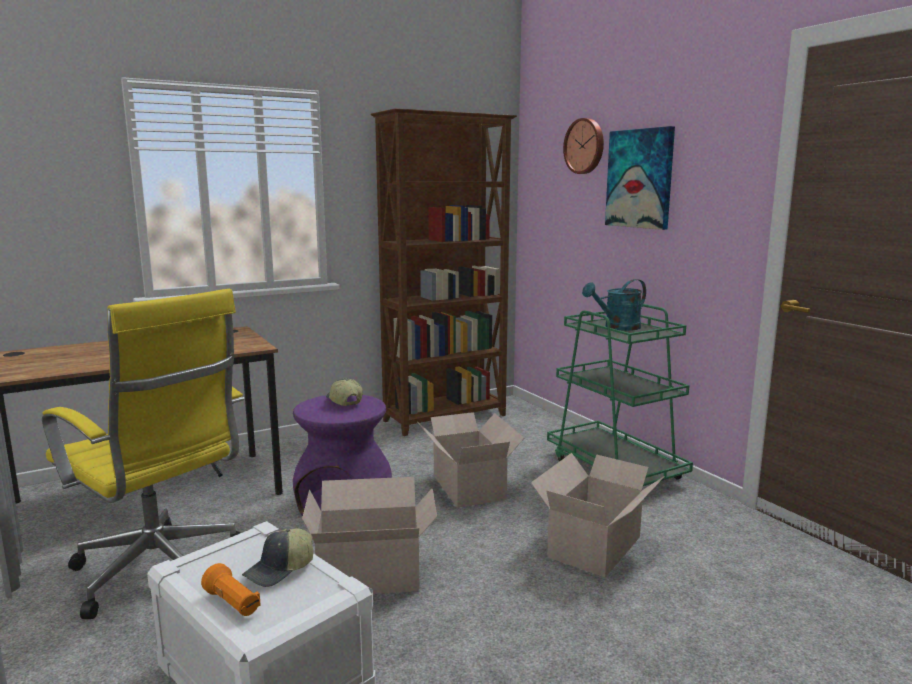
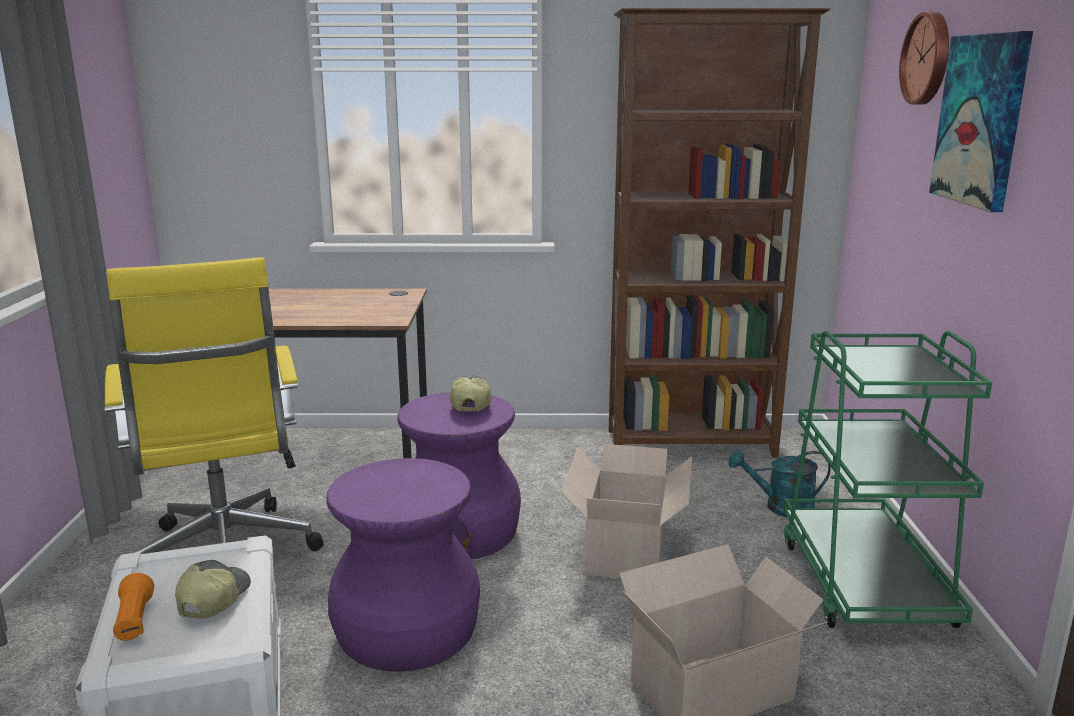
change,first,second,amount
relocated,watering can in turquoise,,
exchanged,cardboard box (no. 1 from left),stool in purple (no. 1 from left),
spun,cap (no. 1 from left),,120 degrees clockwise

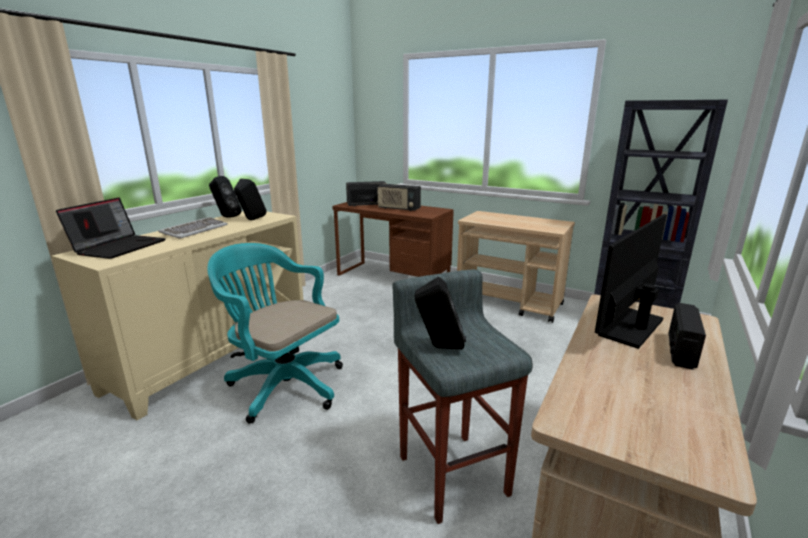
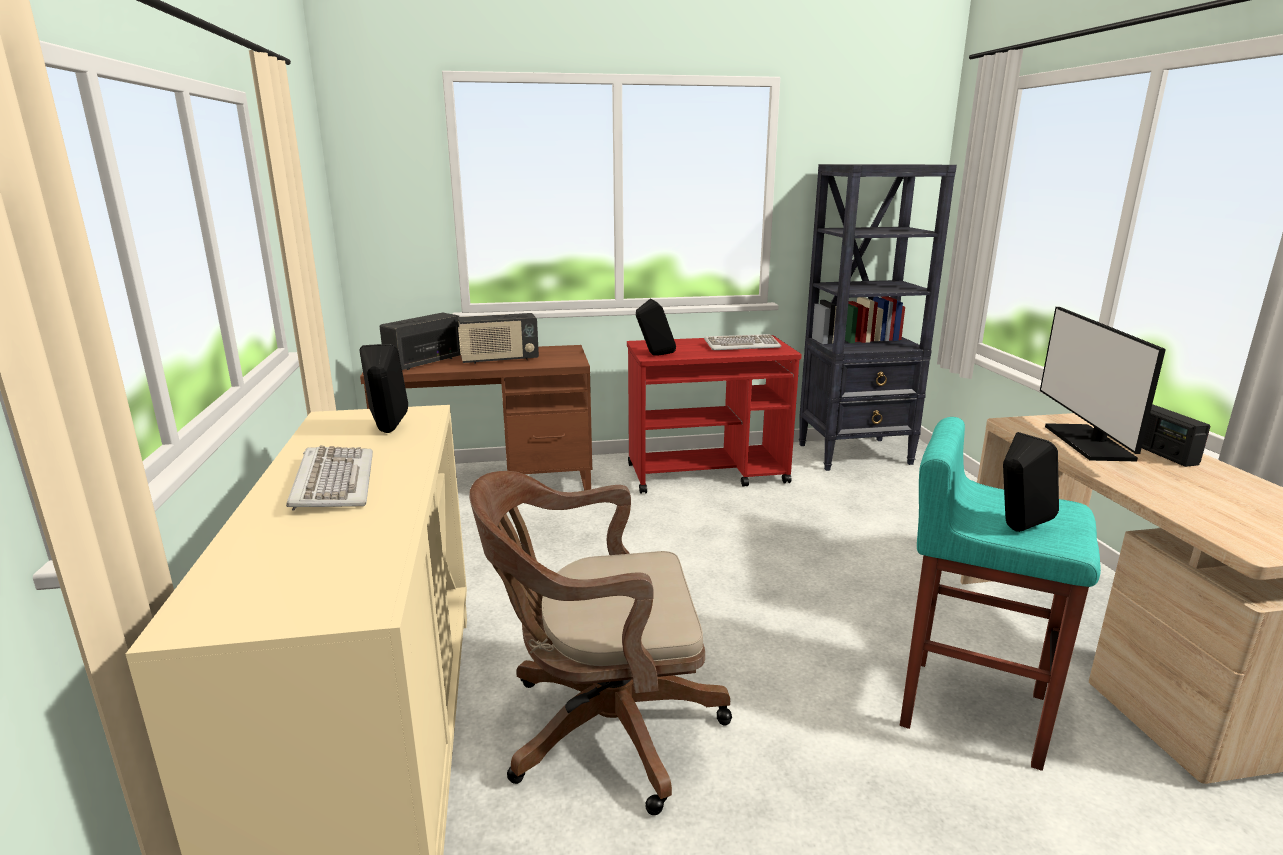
change,first,second,amount
missing,laptop,,
appeared,,keyboard (no. 2 from left),
relocated,speaker in black (no. 1 from left in the first image),speaker in black (no. 2 from left),
colour,office chair in turquoise,office chair in brown,
colour,stool in grey,stool in turquoise,
colour,cart in beige,cart in red,

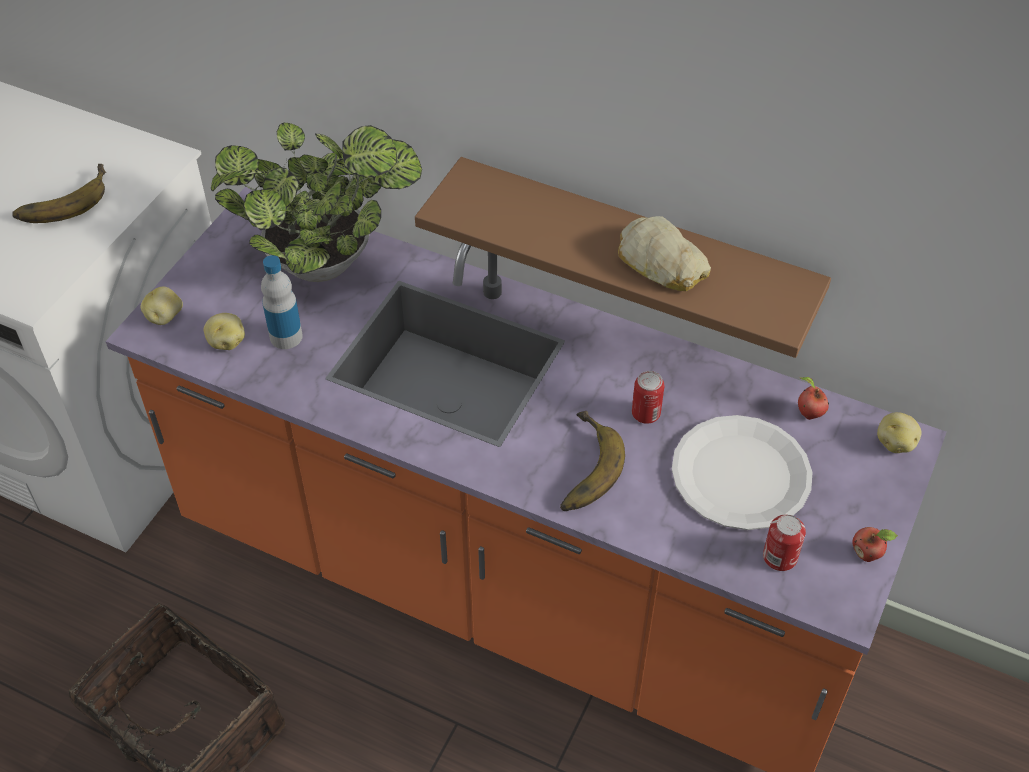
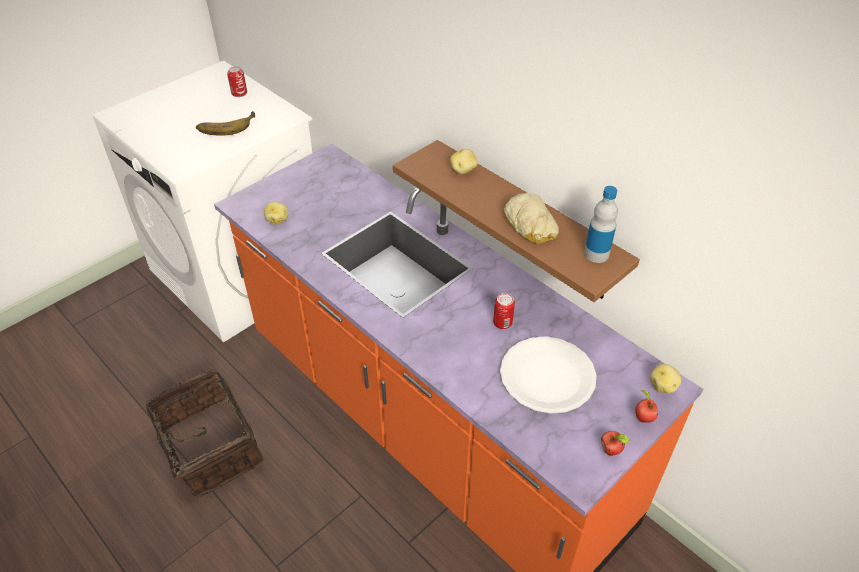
change,first,second,amount
missing,potted plant,,
missing,banana (no. 2 from left),,
relocated,potato (no. 1 from left in the first image),potato (no. 2 from left),
relocated,bottle,,
relocated,can (no. 2 from left in the first image),can (no. 1 from left),
relocated,apple (no. 1 from left in the first image),apple (no. 2 from left),

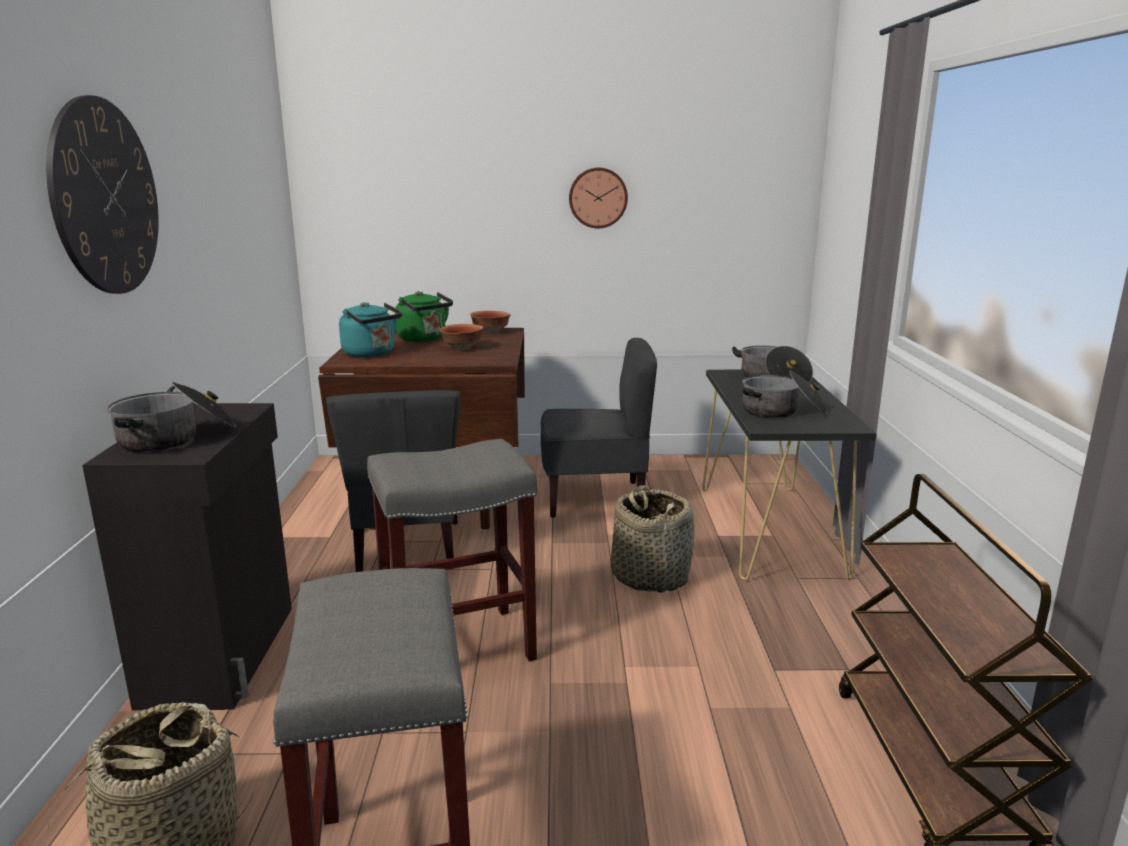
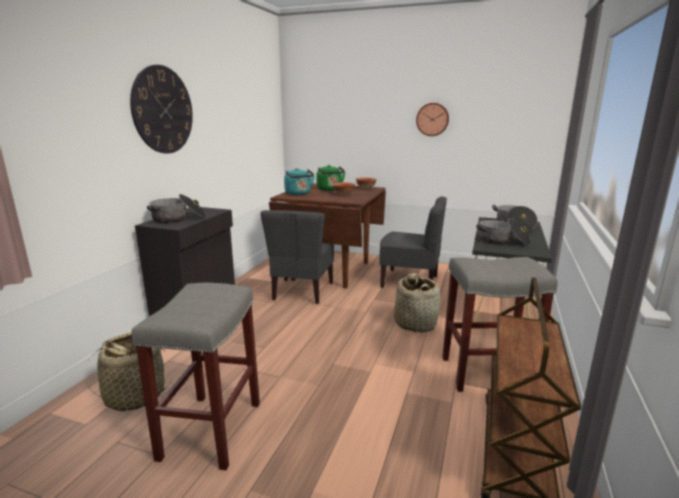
change,first,second,amount
relocated,stool in grey (no. 2 from left),,

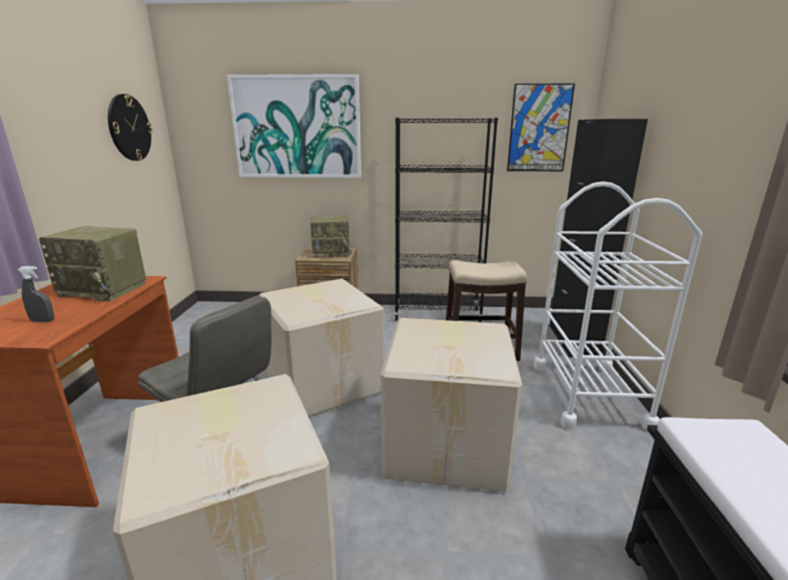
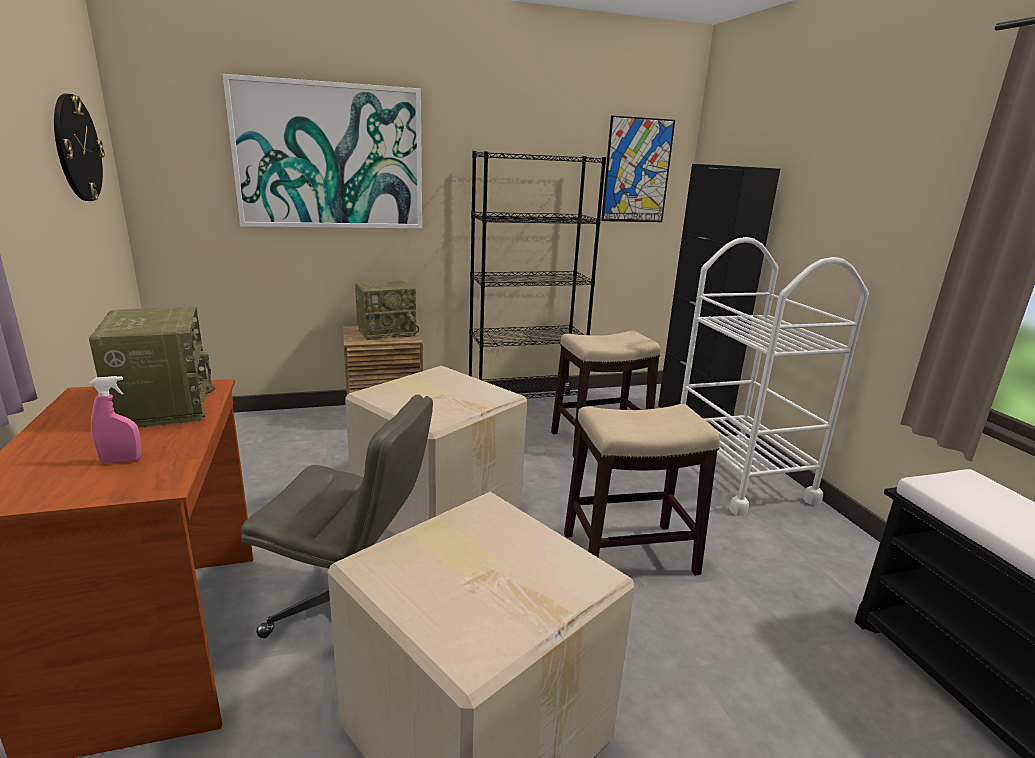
change,first,second,amount
exchanged,cardboard box (no. 3 from left),stool (no. 2 from left),
colour,spray bottle in grey,spray bottle in pink,
spun,radio (no. 1 from left),,105 degrees counterclockwise

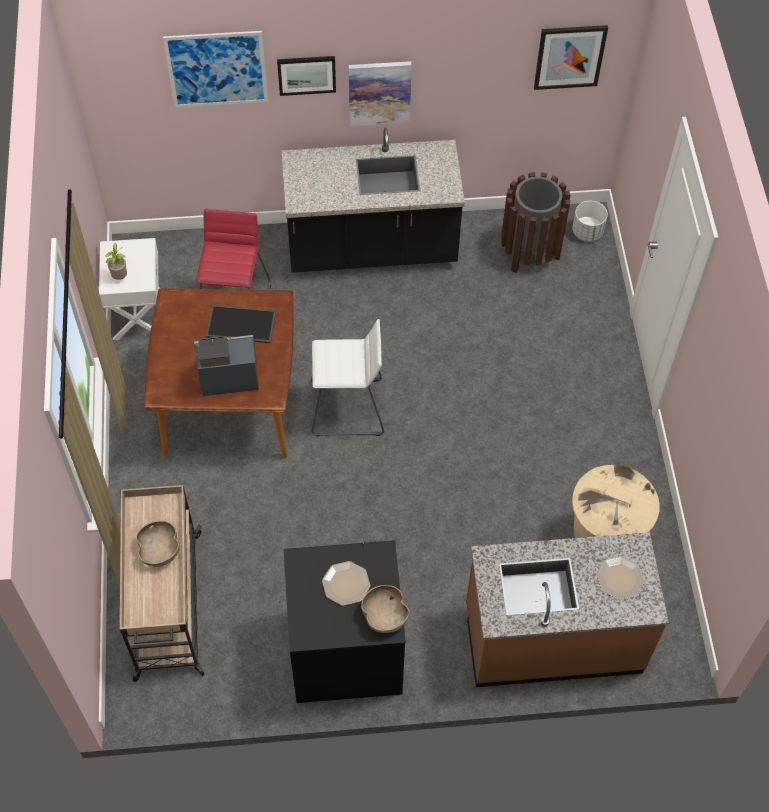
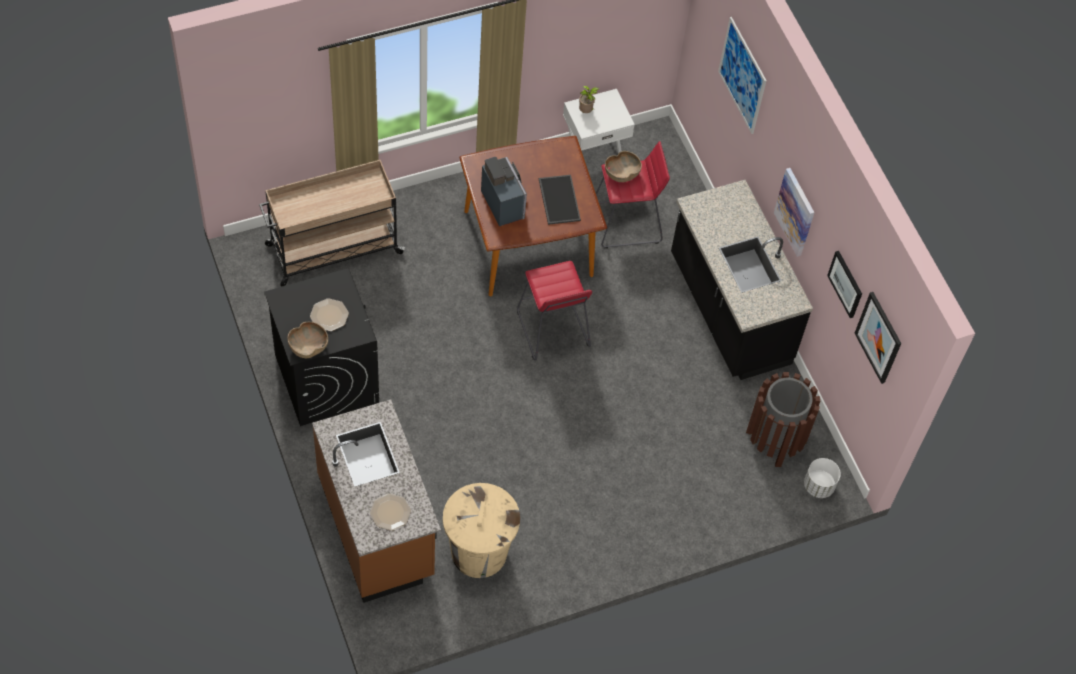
change,first,second,amount
relocated,bowl in brown (no. 1 from left in the first image),bowl in brown (no. 2 from left),
relocated,picture (no. 2 from left in the first image),picture (no. 3 from left),
colour,stool in white,stool in red (no. 1 from left),

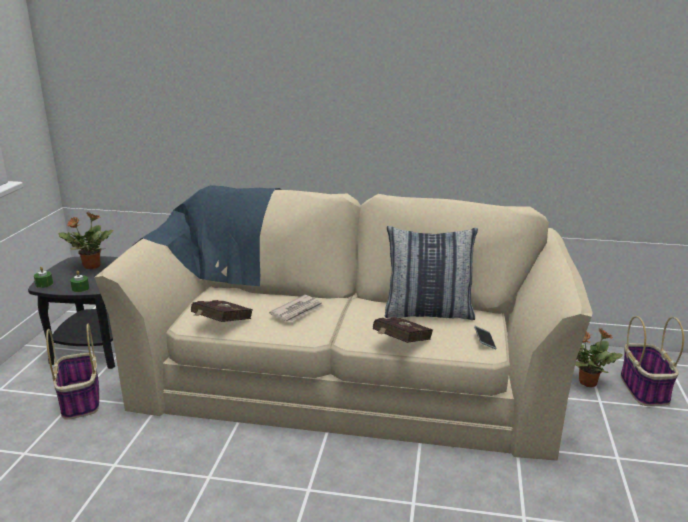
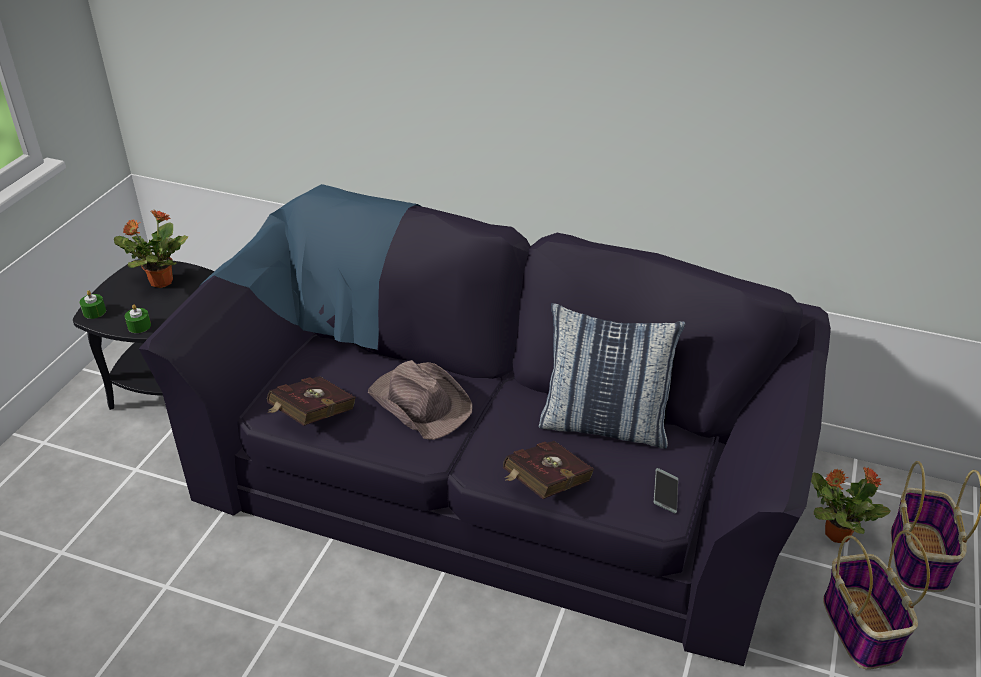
change,first,second,amount
relocated,basket (no. 1 from left),,
exchanged,newspaper,hat in brown,
colour,sofa in beige,sofa in black,

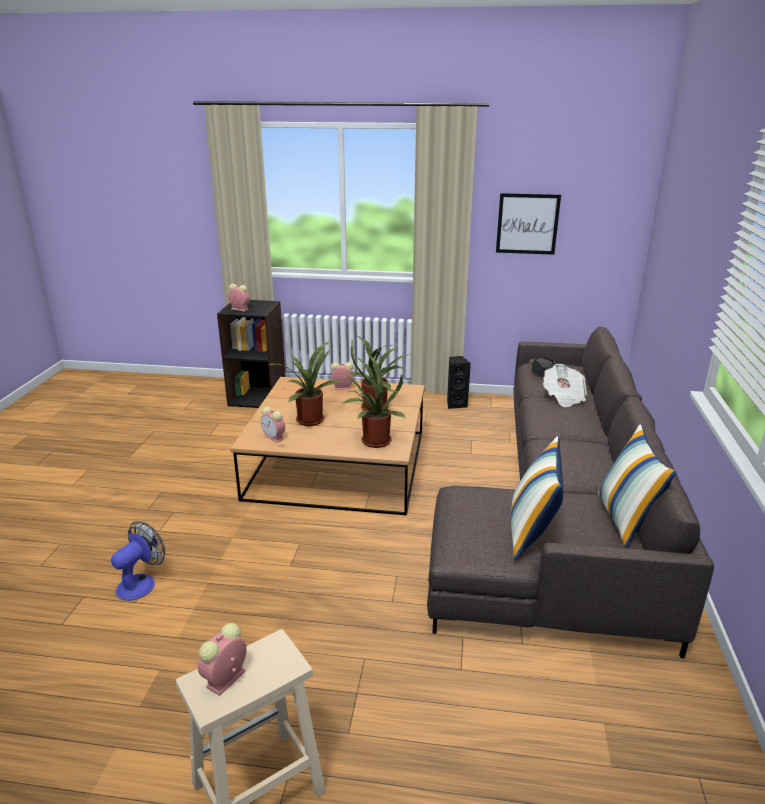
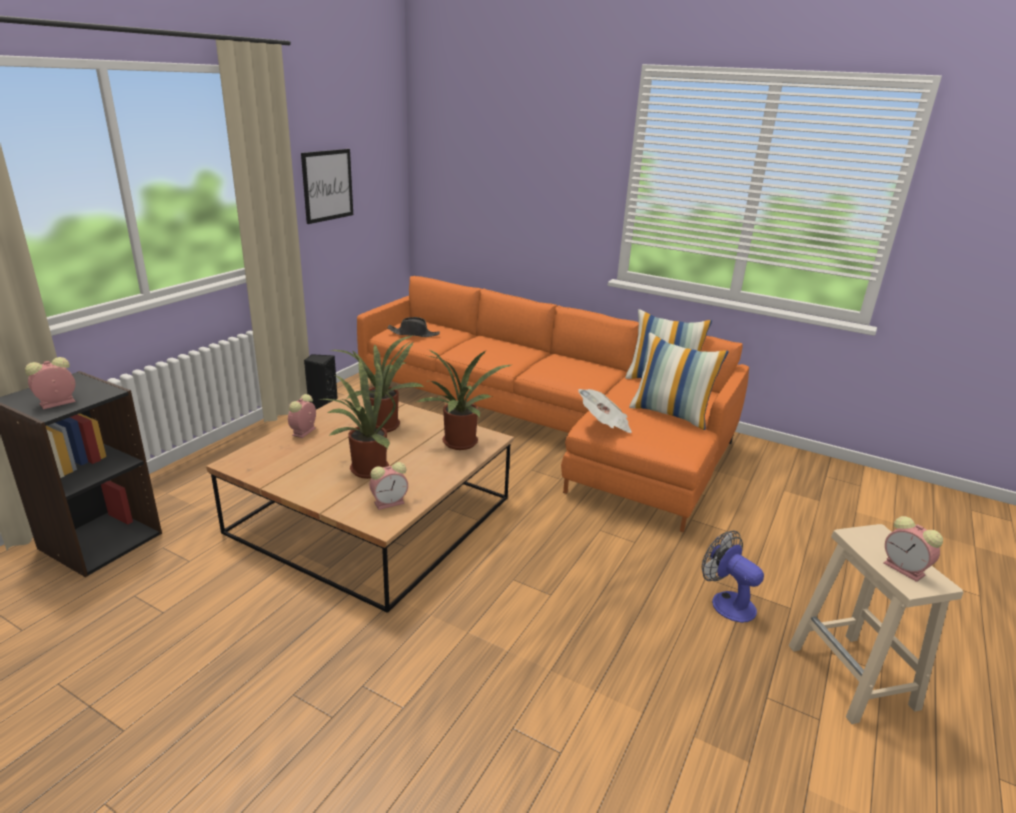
change,first,second,amount
relocated,fan,,
relocated,newspaper,,
colour,sofa in grey,sofa in orange,

